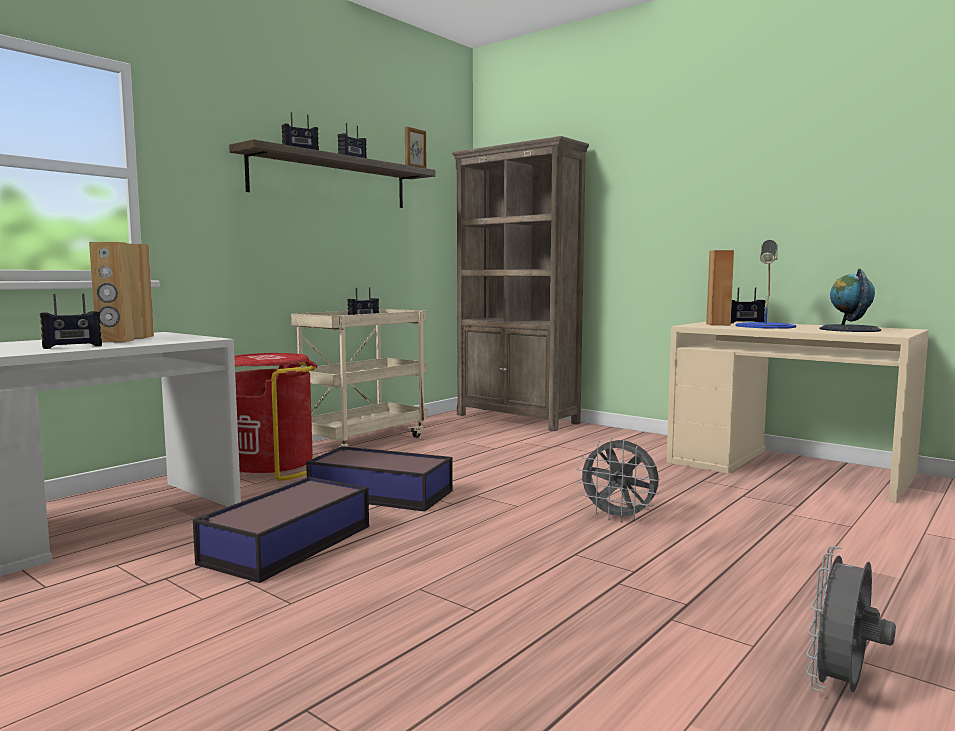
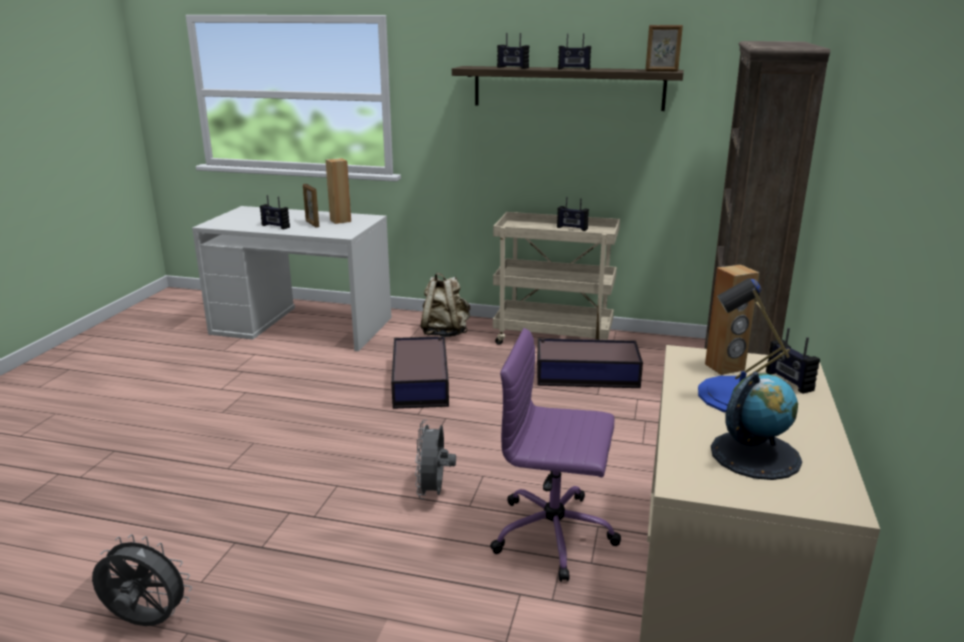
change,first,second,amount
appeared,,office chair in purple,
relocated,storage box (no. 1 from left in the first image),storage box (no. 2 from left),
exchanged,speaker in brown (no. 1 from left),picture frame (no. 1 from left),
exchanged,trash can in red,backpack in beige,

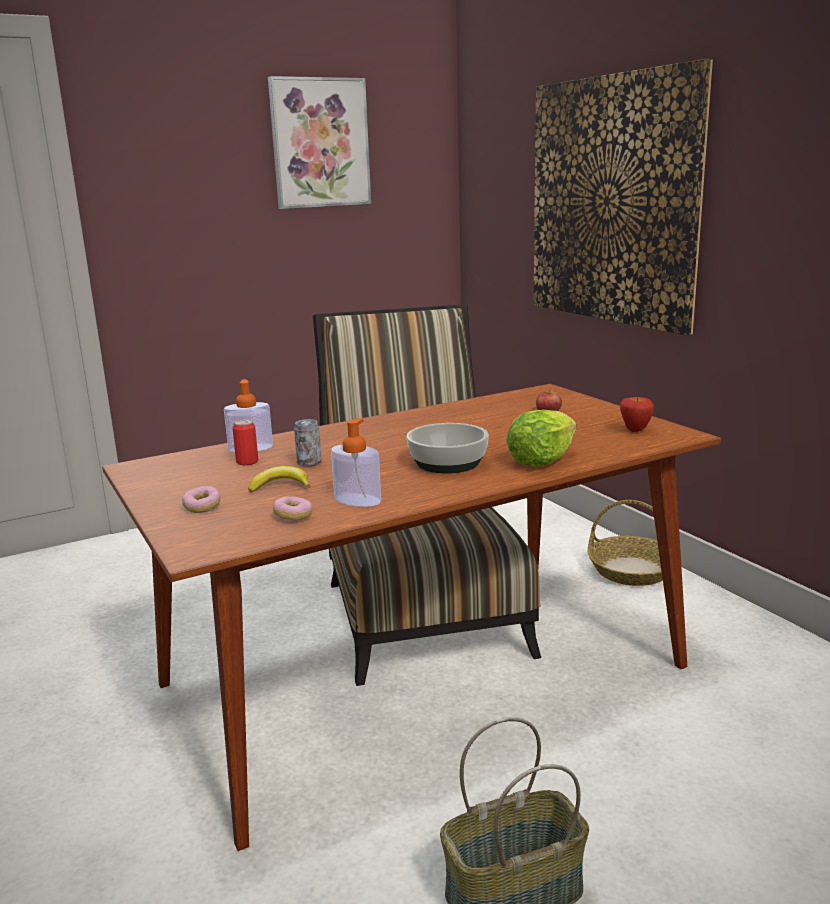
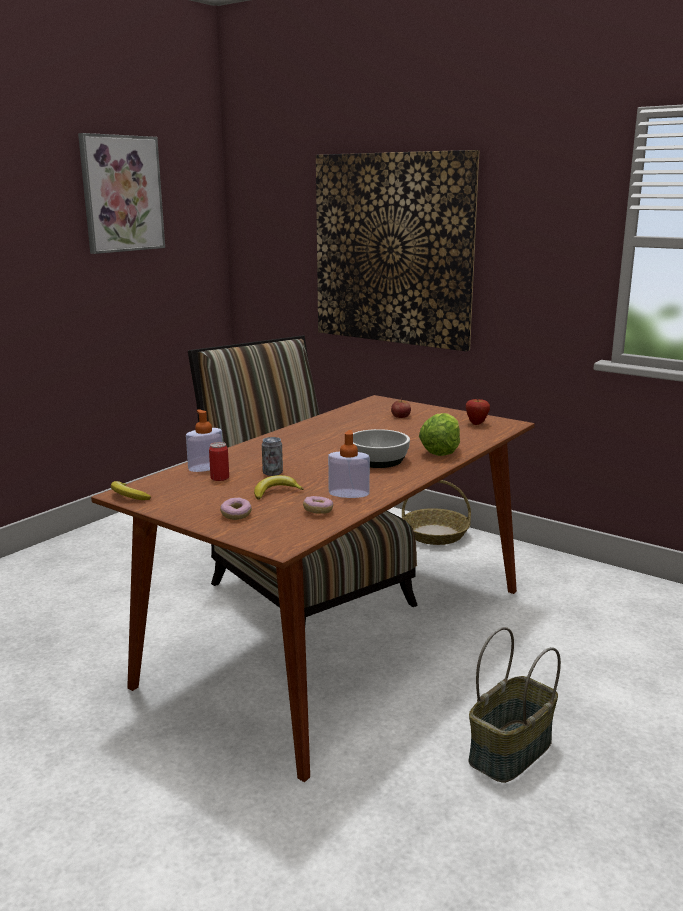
change,first,second,amount
appeared,,banana (no. 1 from left),

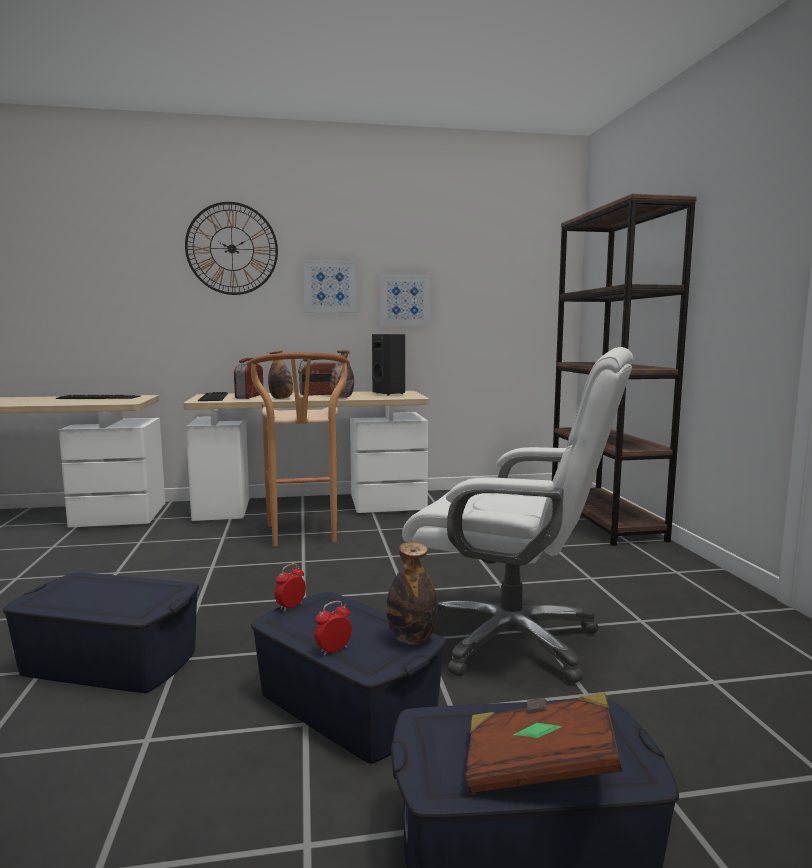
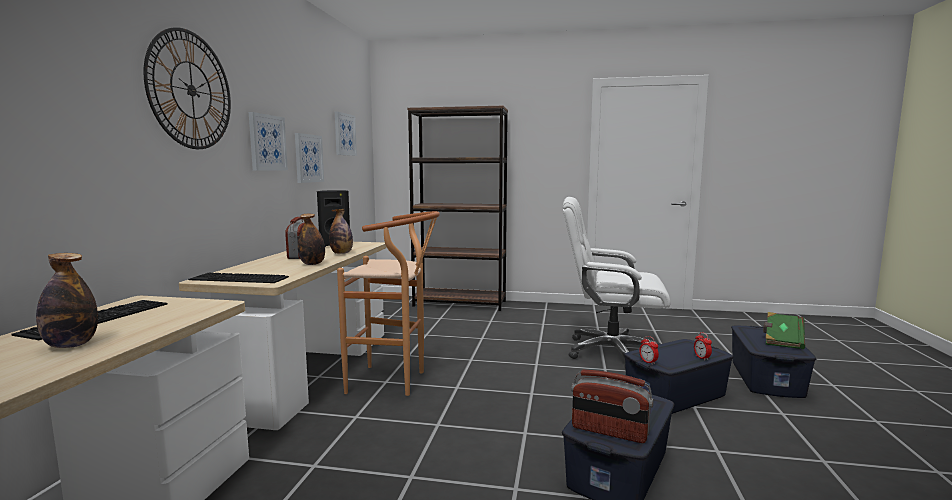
change,first,second,amount
appeared,,picture (no. 3 from left),
relocated,radio (no. 1 from left in the first image),radio (no. 2 from left),
relocated,bottle (no. 3 from left in the first image),bottle (no. 1 from left),
colour,book in brown,book in green,
spun,office chair in white,,120 degrees counterclockwise

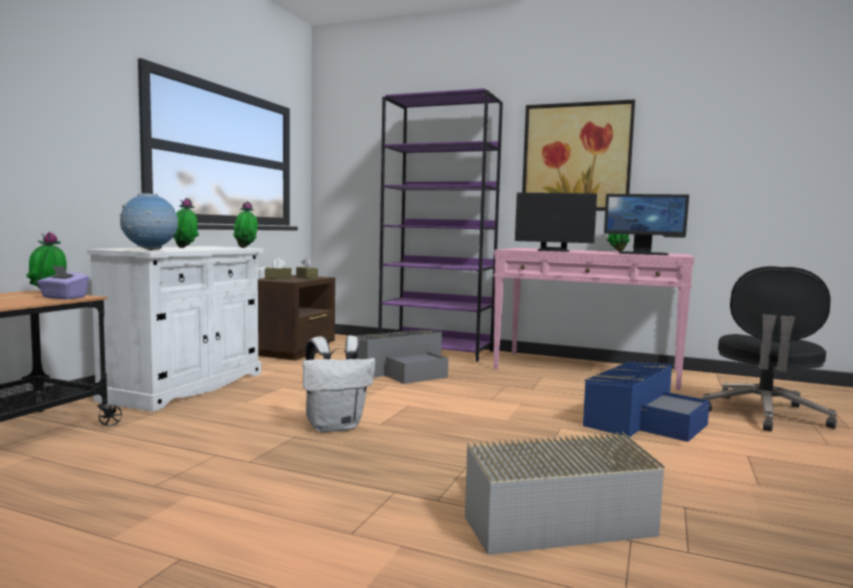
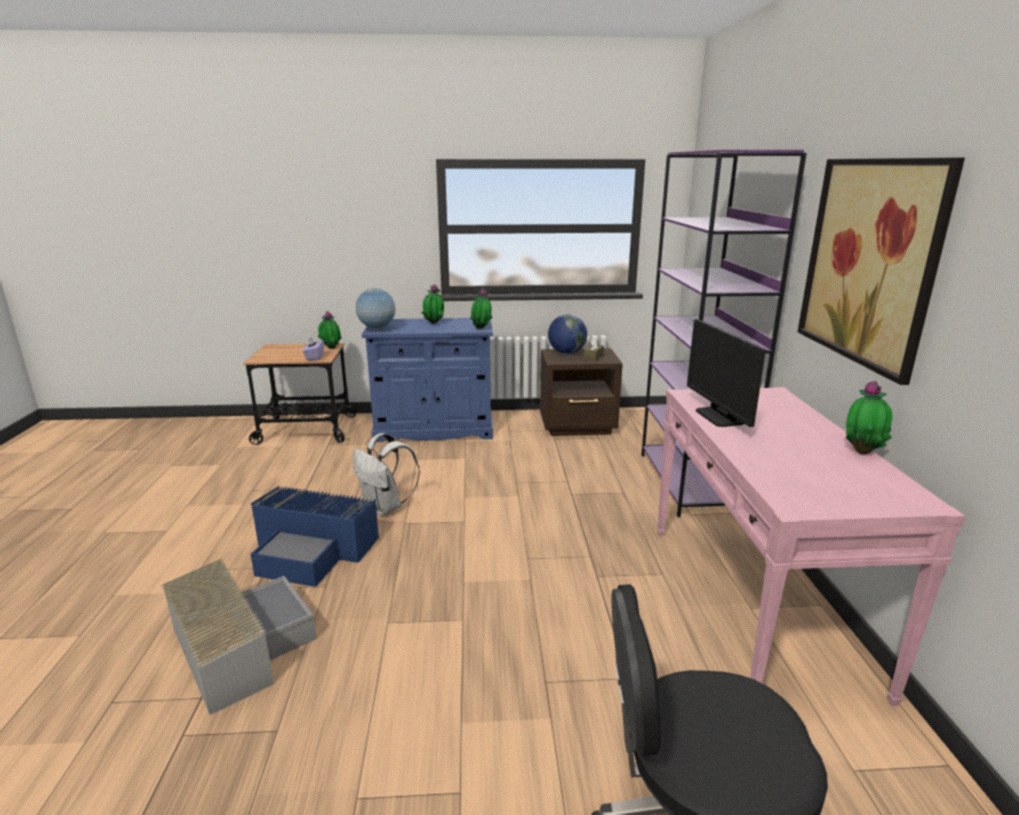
change,first,second,amount
missing,storage box in grey (no. 1 from left),,
missing,monitor (no. 2 from left),,
relocated,storage box in blue,,
exchanged,tissue box in brown (no. 1 from left),globe (no. 2 from left),
colour,cabinet in white,cabinet in blue,

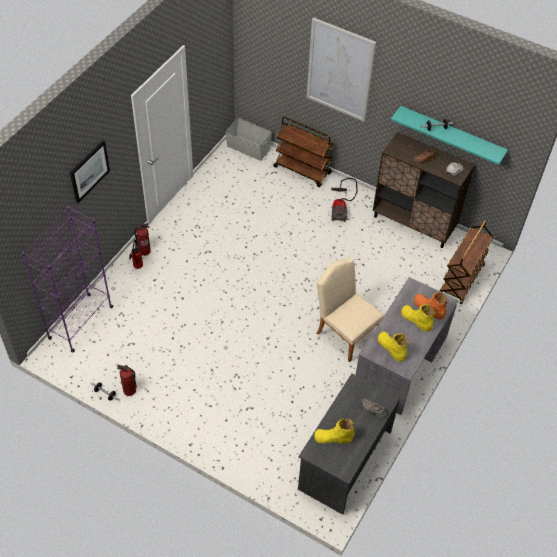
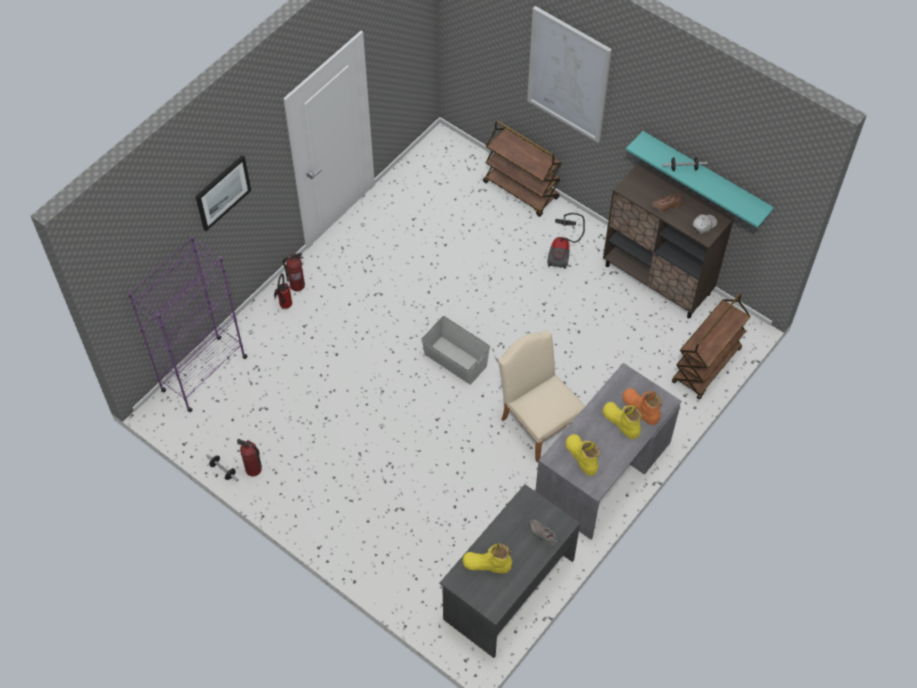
change,first,second,amount
relocated,storage box in grey,,

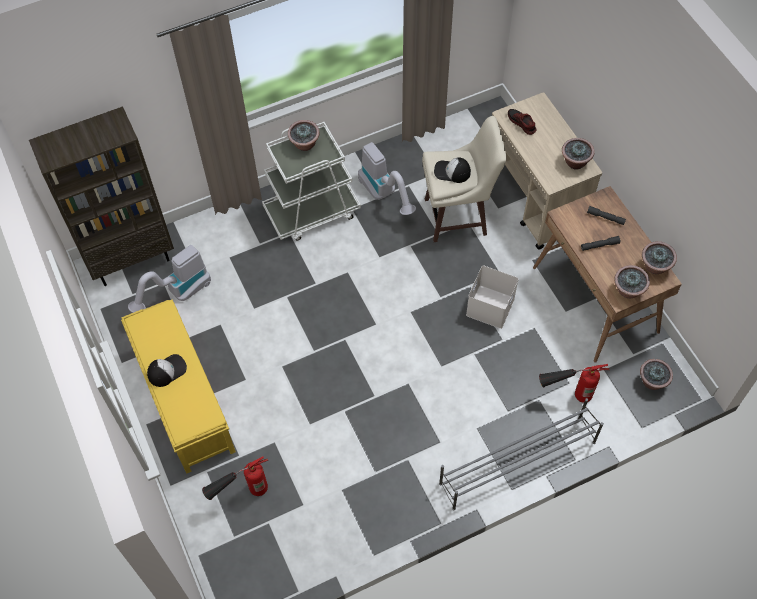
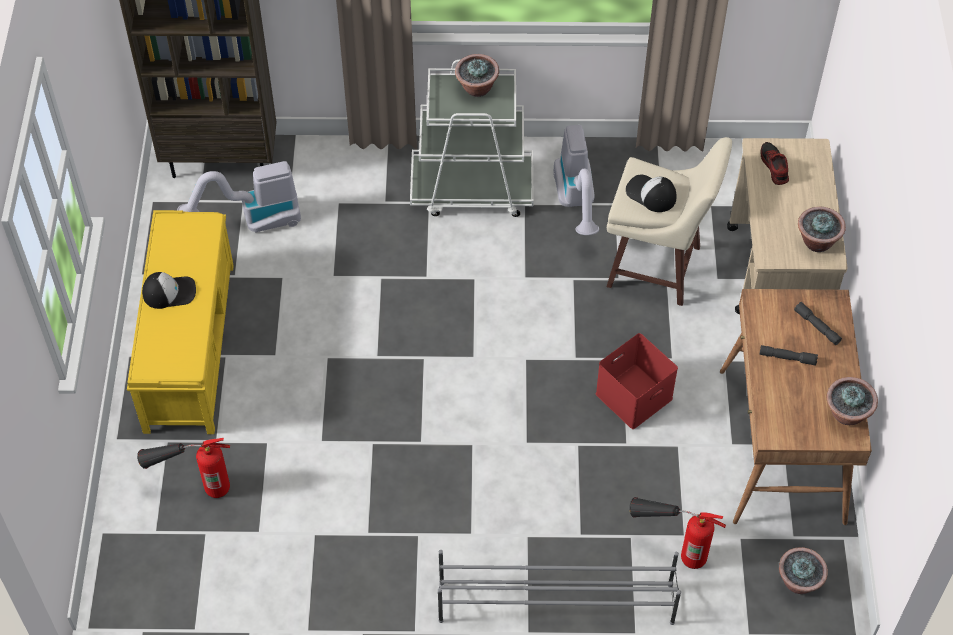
change,first,second,amount
missing,potted plant (no. 3 from left),,
colour,storage box in white,storage box in red,

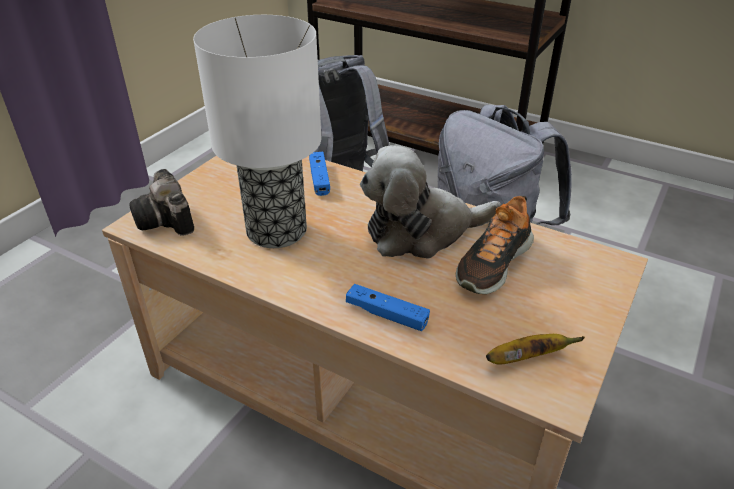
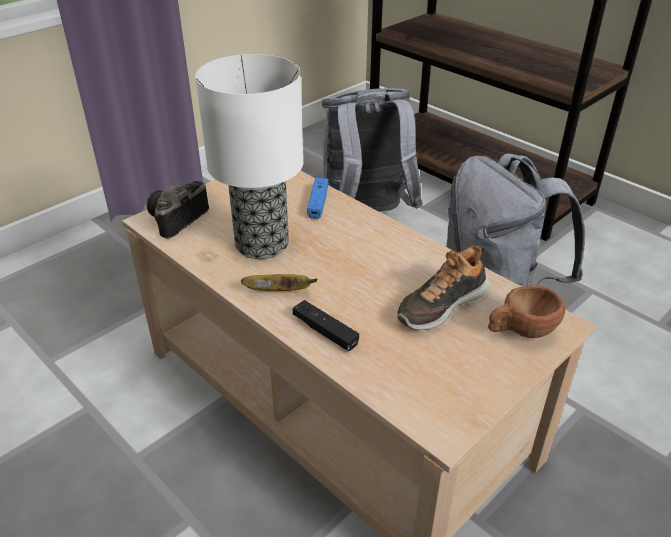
change,first,second,amount
missing,plush toy,,
appeared,,cup in brown,
relocated,banana,,
colour,game controller in blue (no. 2 from left),game controller in black,
spun,photo camera,,45 degrees clockwise

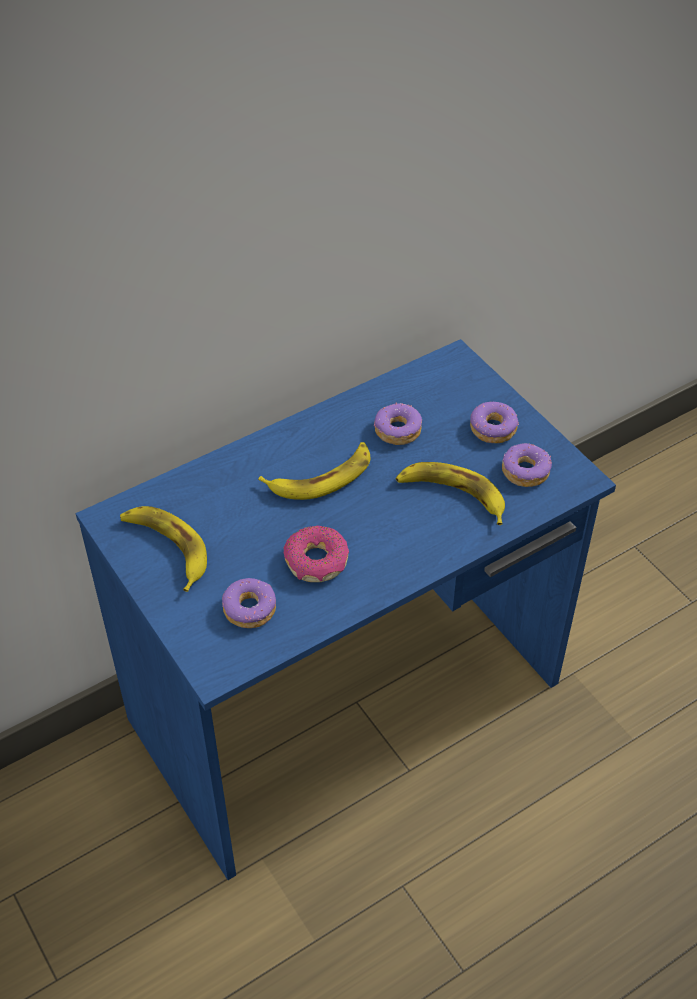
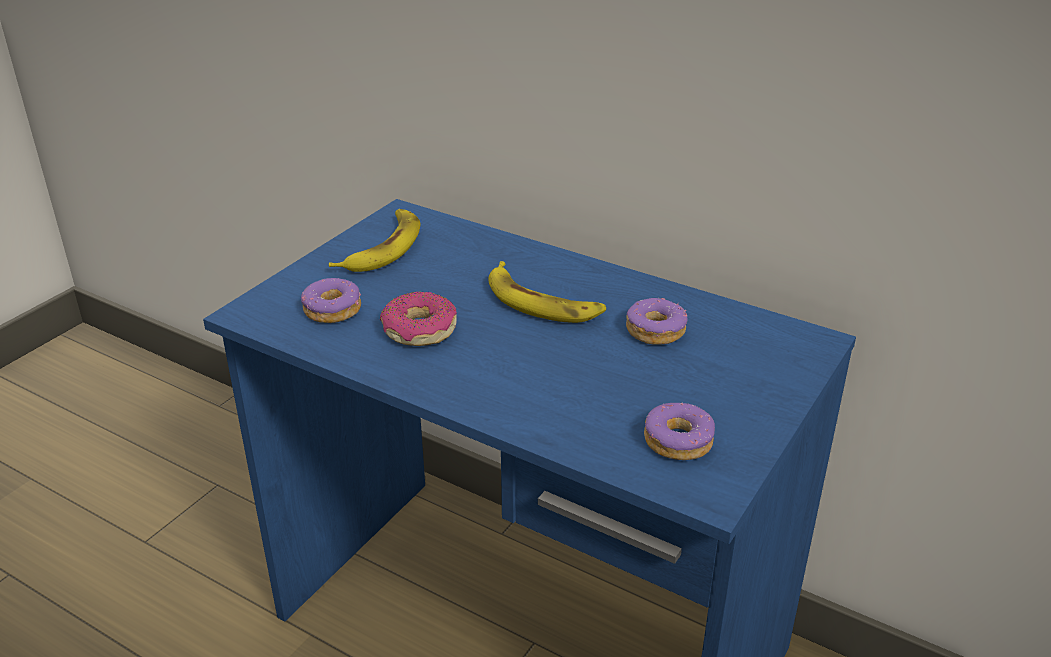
change,first,second,amount
missing,banana (no. 3 from left),,
missing,donut (no. 4 from left),,

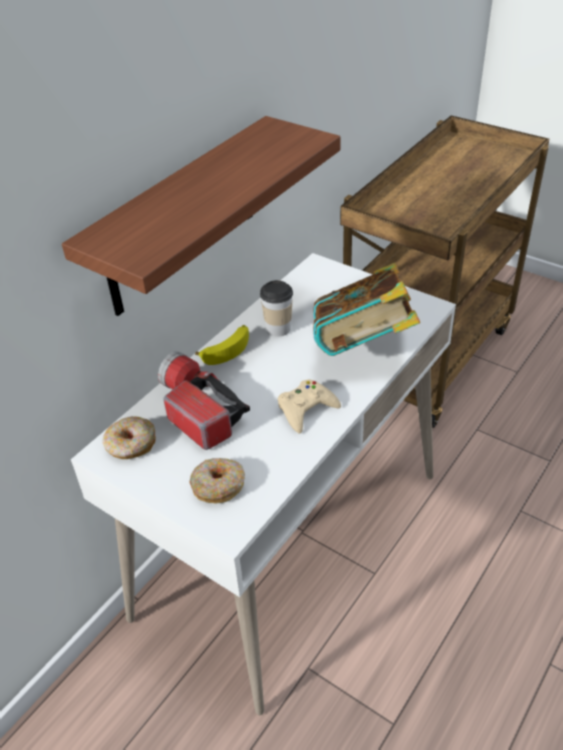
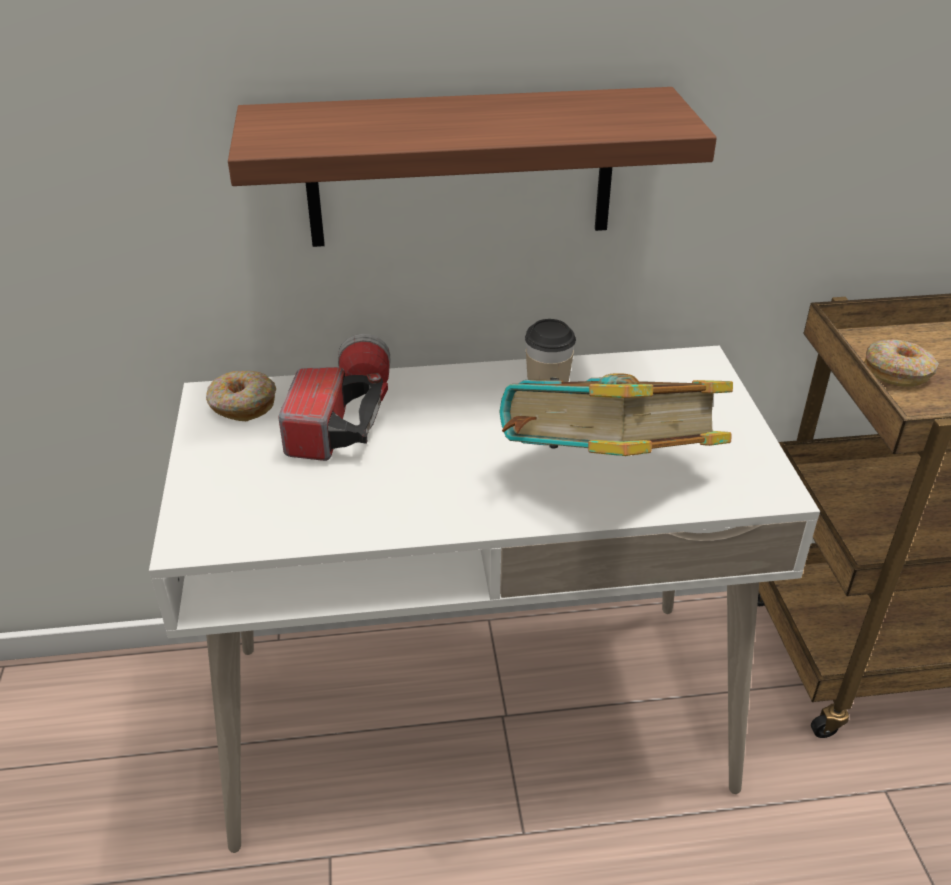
change,first,second,amount
missing,banana,,
missing,game controller in beige,,
relocated,donut (no. 2 from left),,

